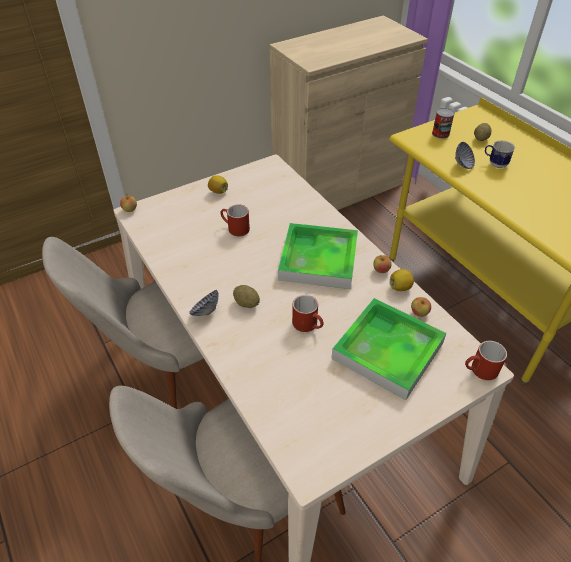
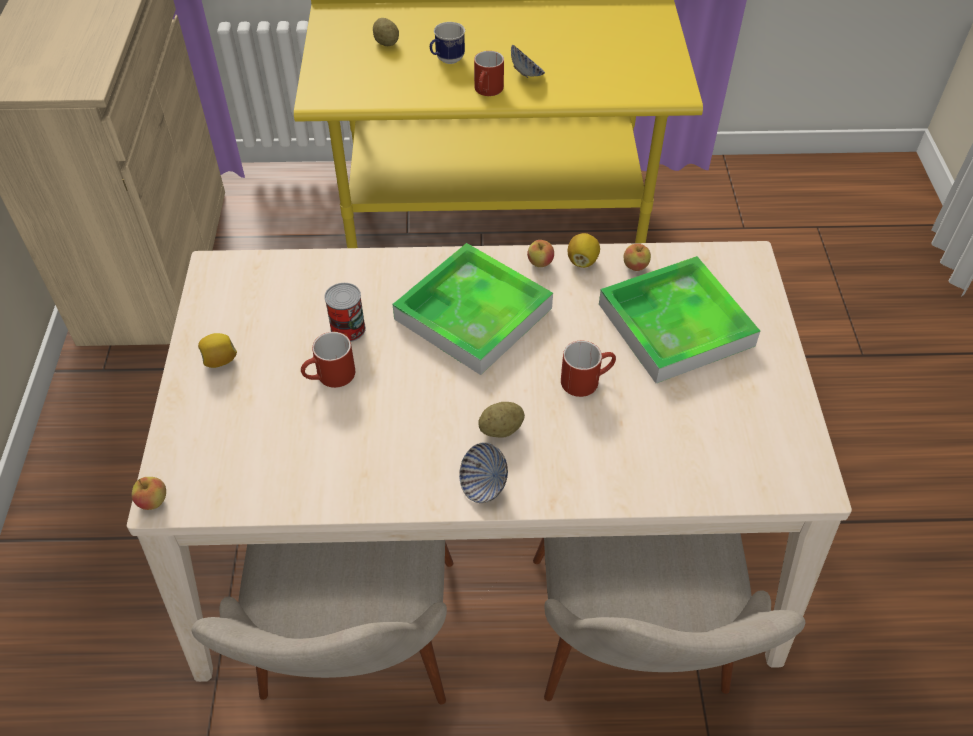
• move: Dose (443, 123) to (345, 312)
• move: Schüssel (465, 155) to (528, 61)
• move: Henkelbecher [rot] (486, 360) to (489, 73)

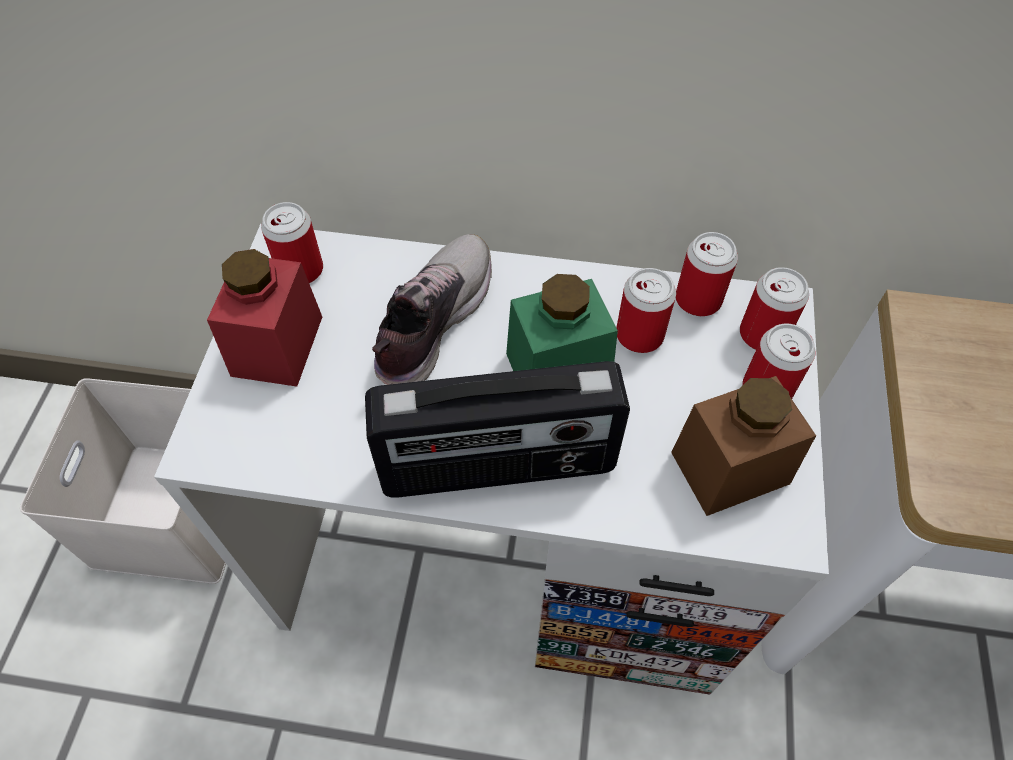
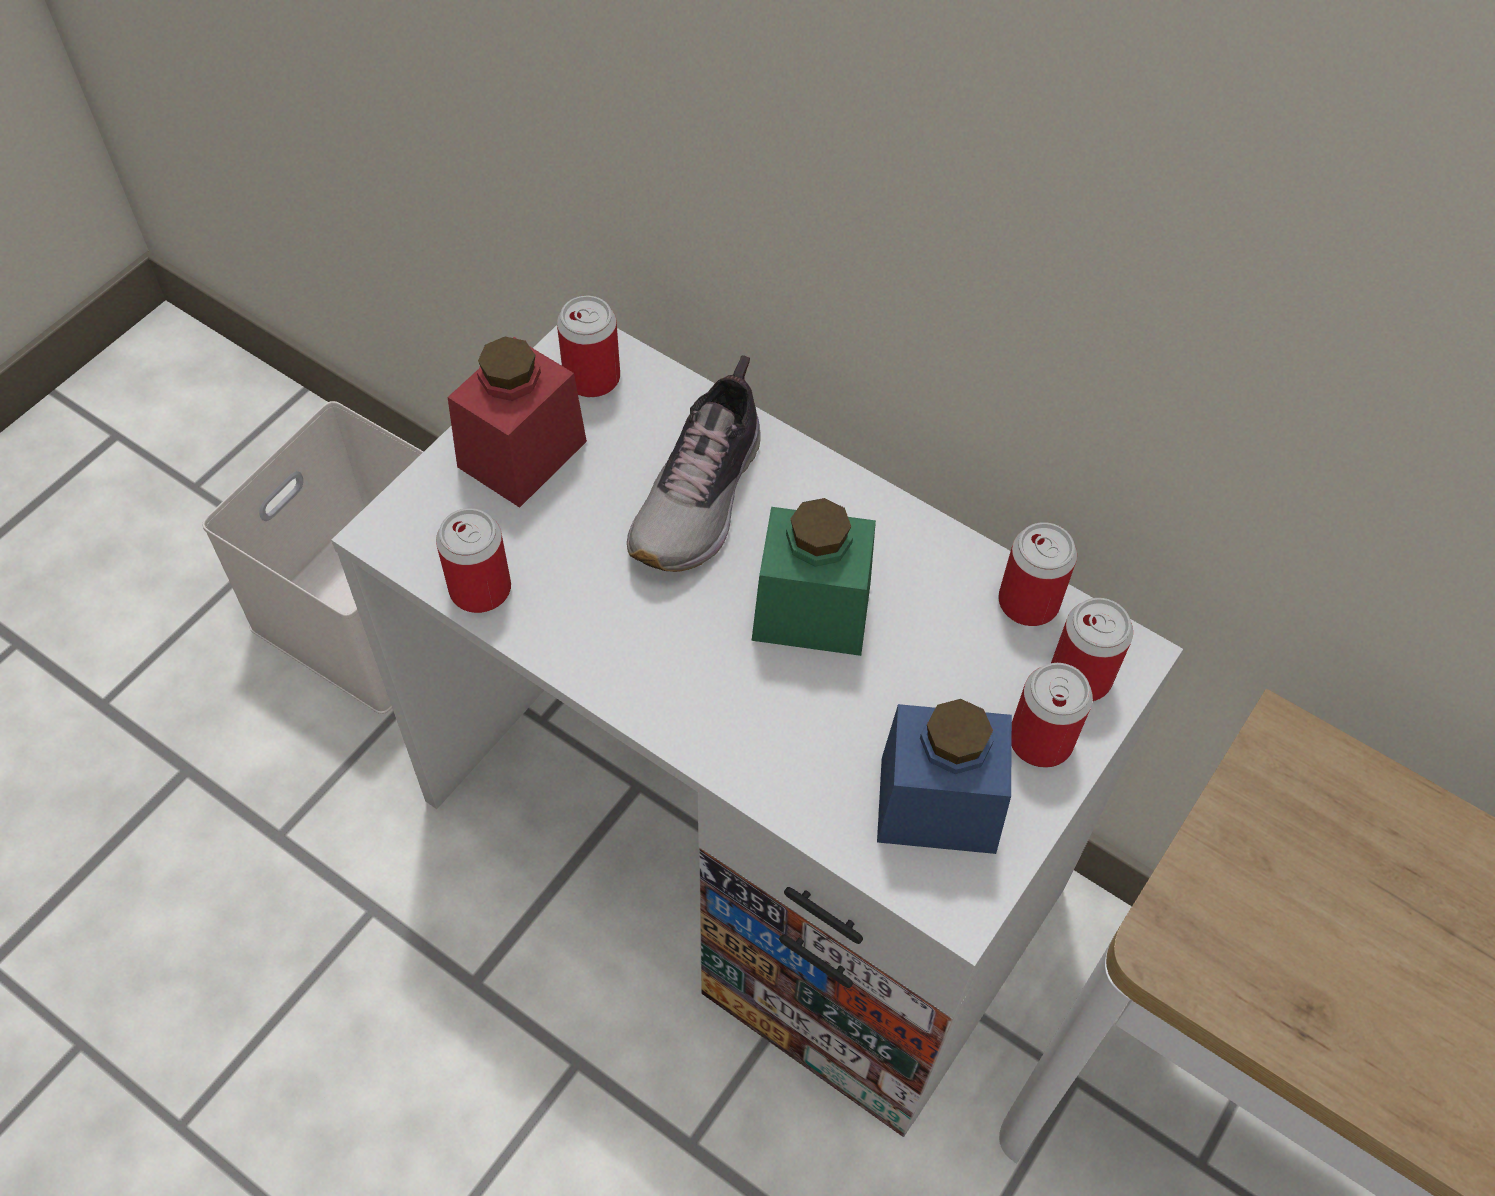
• rotate: Schuh (432, 309) = (694, 463) 150 degrees clockwise
• move: Dose (646, 310) to (473, 560)
• delete: Radio (497, 429)
• recolor: Vorratsglas [braun] (743, 446) to Vorratsglas [blau] (944, 776)

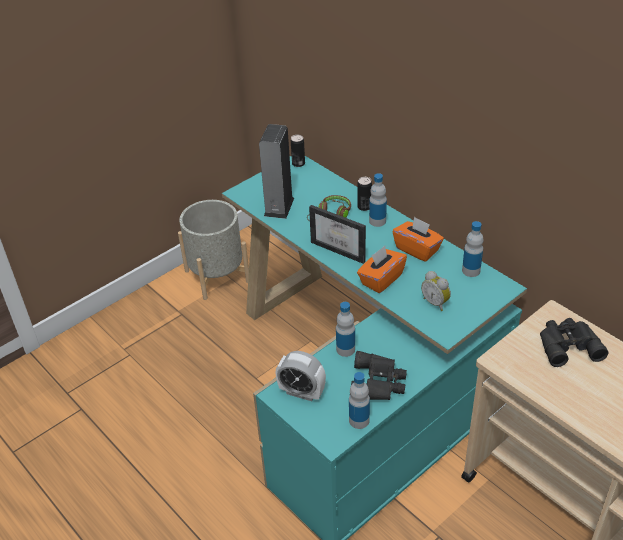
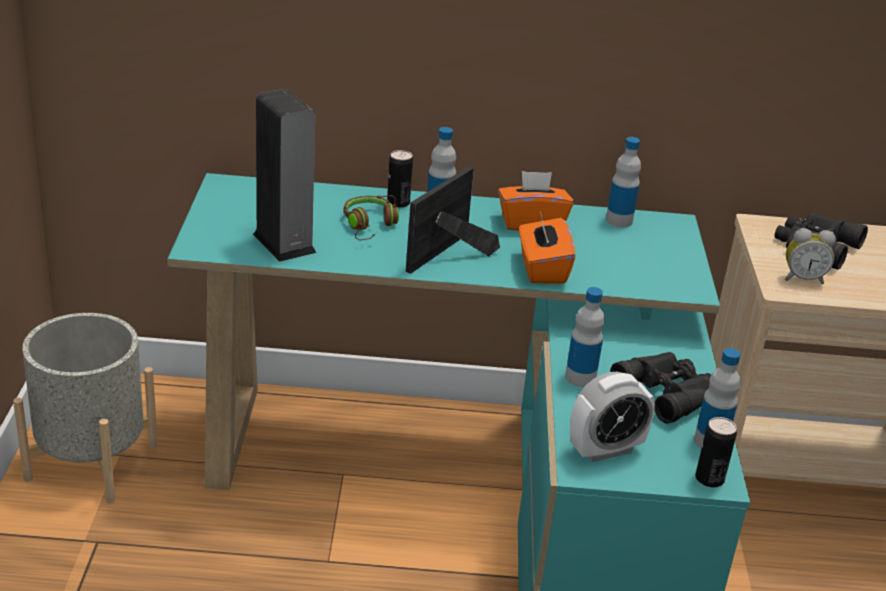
• move: Dose (298, 151) to (716, 452)
• rotate: Bilderrahmen (337, 234) = (453, 220) 135 degrees clockwise
• move: Wecker (436, 291) to (810, 256)

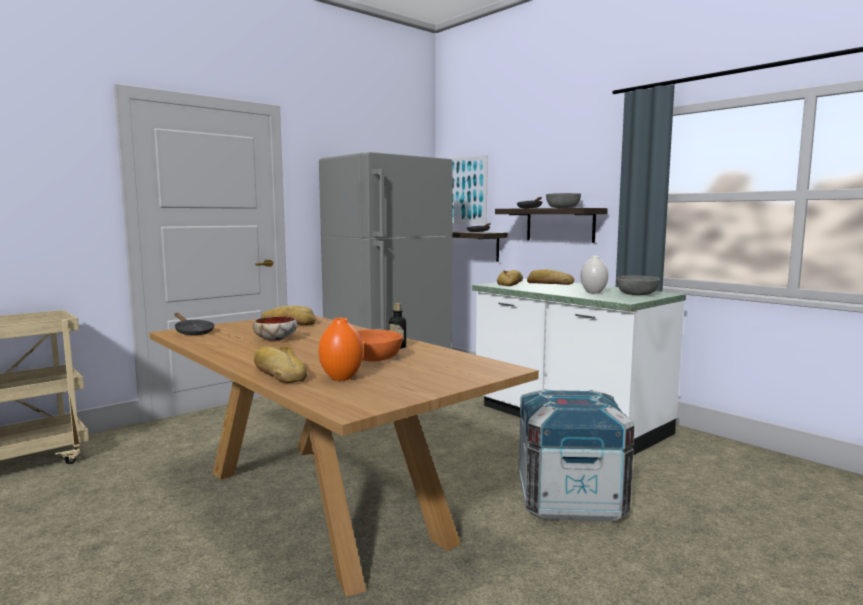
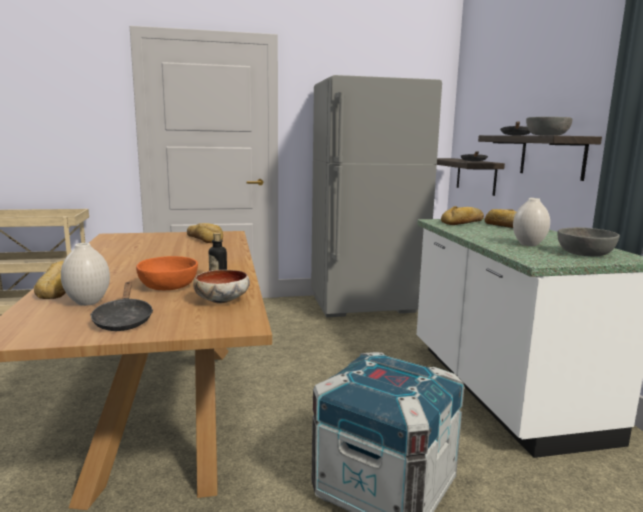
• delete: Bild (469, 189)
• move: Pfanne [schwarz] (194, 324) to (121, 306)
• move: Schüssel (275, 328) to (221, 286)
• recolor: Vase [orange] (340, 349) to Vase [weiß] (85, 274)

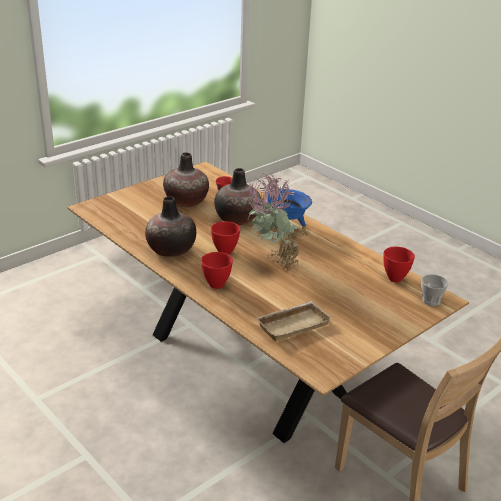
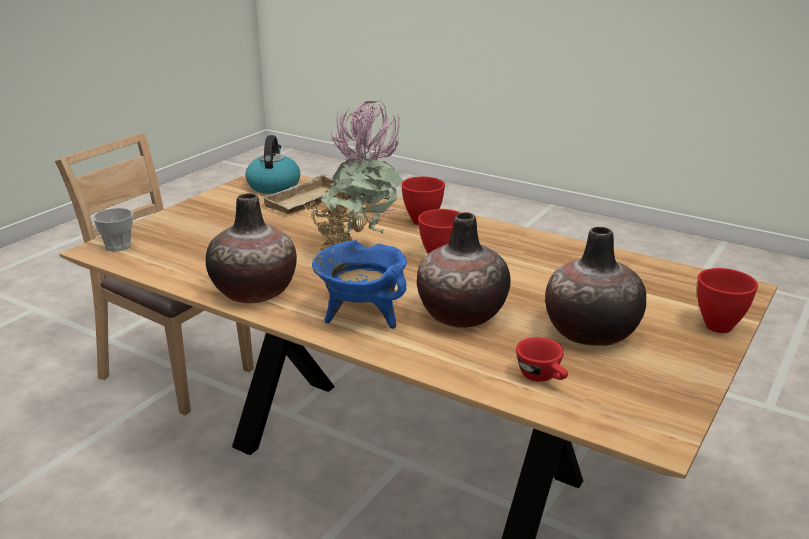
• move: Vase (170, 226) to (251, 248)
• move: Schüssel [rot] (399, 264) to (727, 300)
• insert: Wasserkessel (272, 164)

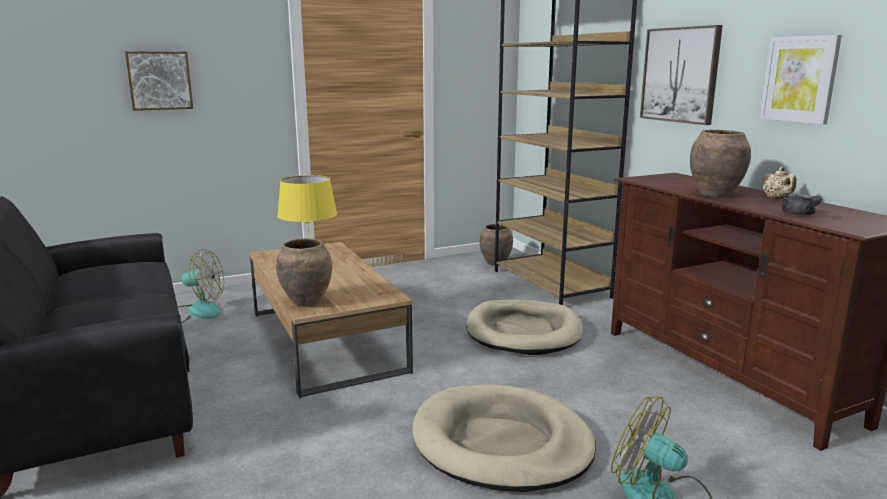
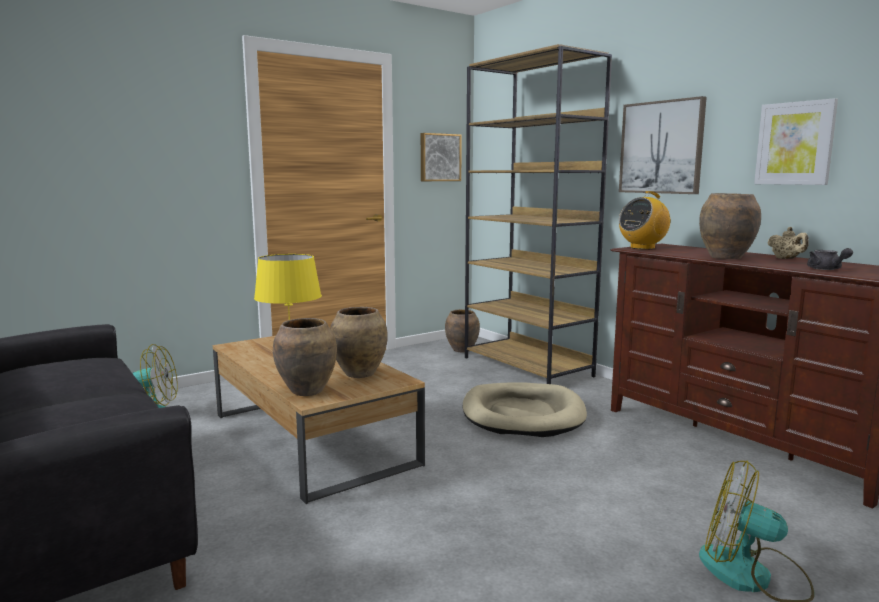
• move: Bild (159, 81) to (441, 157)
• delete: Hundebett [beige] (504, 438)
• insert: Radio (644, 220)
• insert: Vase [braun] (359, 342)

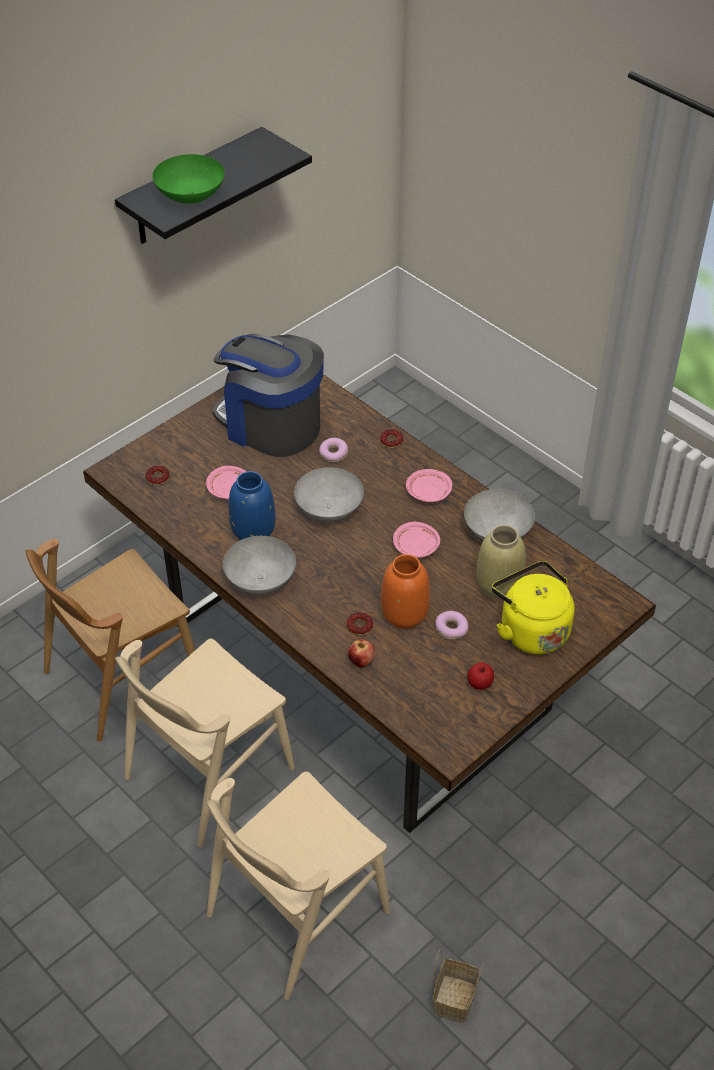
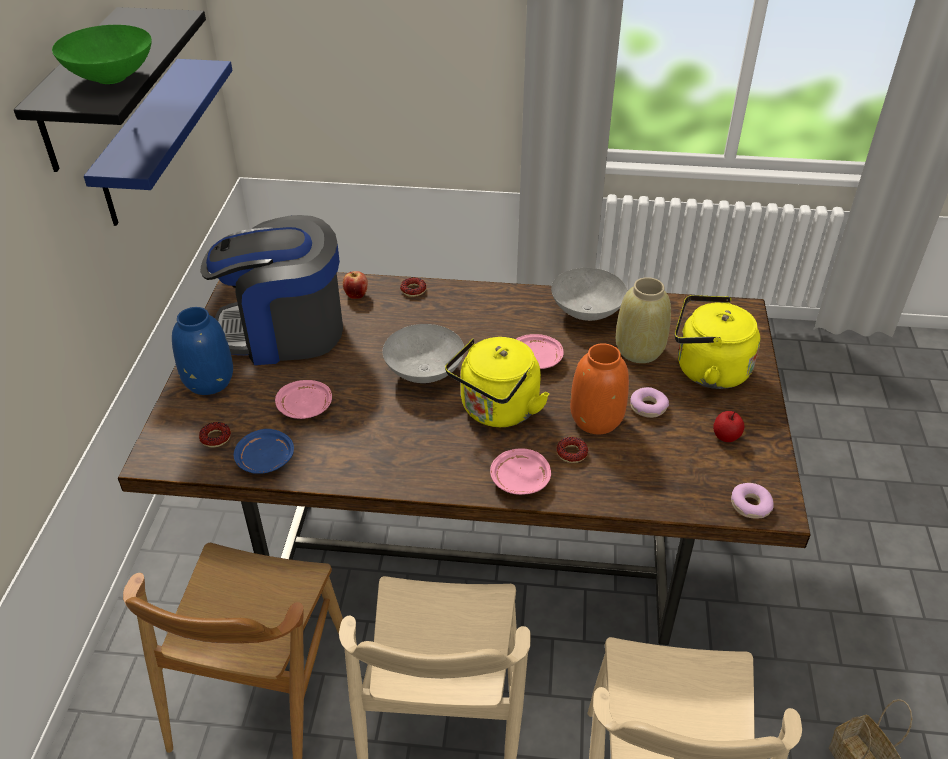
• move: Donut (333, 450) to (752, 501)
• move: Teller [rosa] (429, 485) to (520, 471)
• move: Vase [blau] (252, 505) to (202, 351)
• delete: Schüssel [grau] (259, 565)
• move: Apfel (361, 653) to (355, 285)
• insert: Wandregal [blau] (158, 142)
• insert: Wasserkessel [gelb] (497, 382)
• insert: Teller [blau] (264, 451)

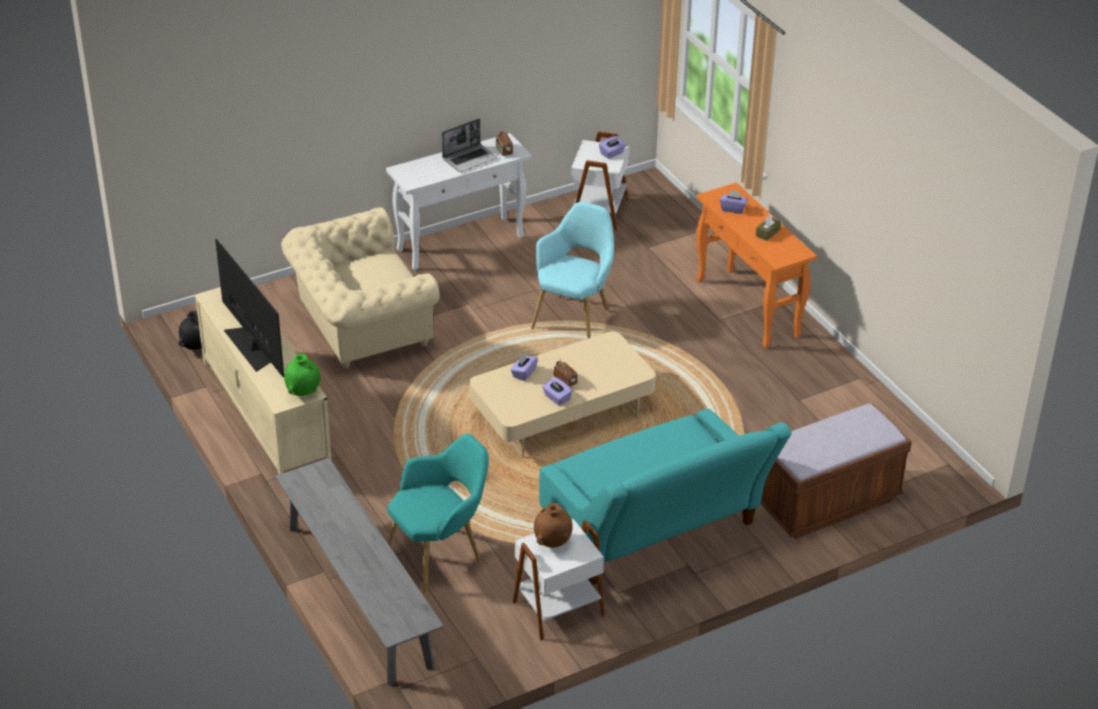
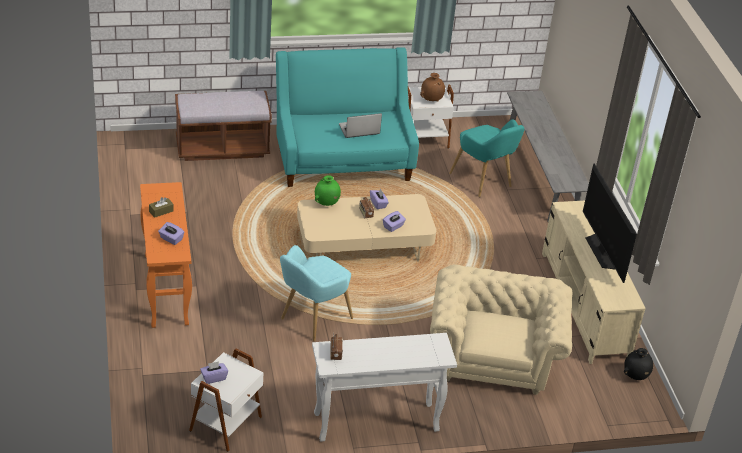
• move: Laptop (469, 145) to (360, 125)
• rotate: Sessel [beige] (360, 288) = (501, 329) 75 degrees counterclockwise
• move: Vase [grün] (302, 374) to (328, 190)
• rotate: Sessel [türkis] (438, 513) = (487, 158) 105 degrees counterclockwise

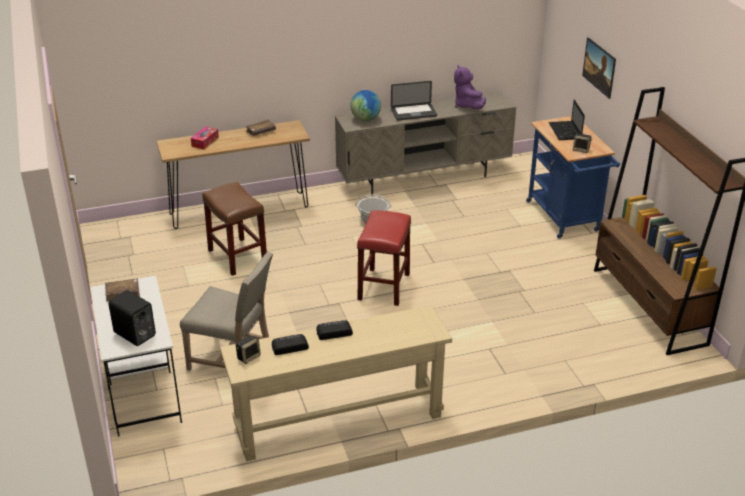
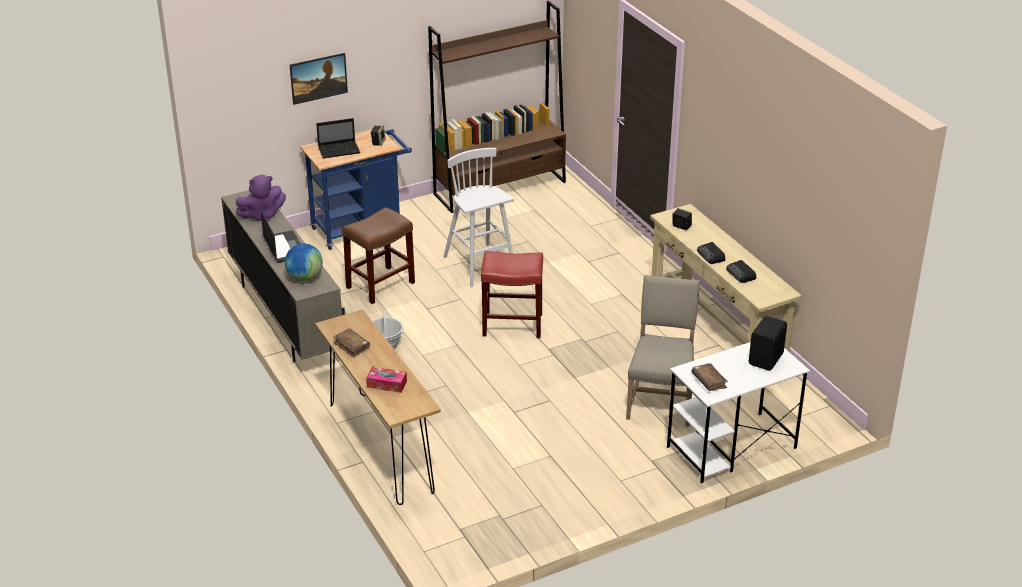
• move: Hocker [braun] (234, 229) to (378, 255)
• move: Lautsprecher (248, 349) to (682, 219)
• insert: Hocker [weiß] (478, 217)

